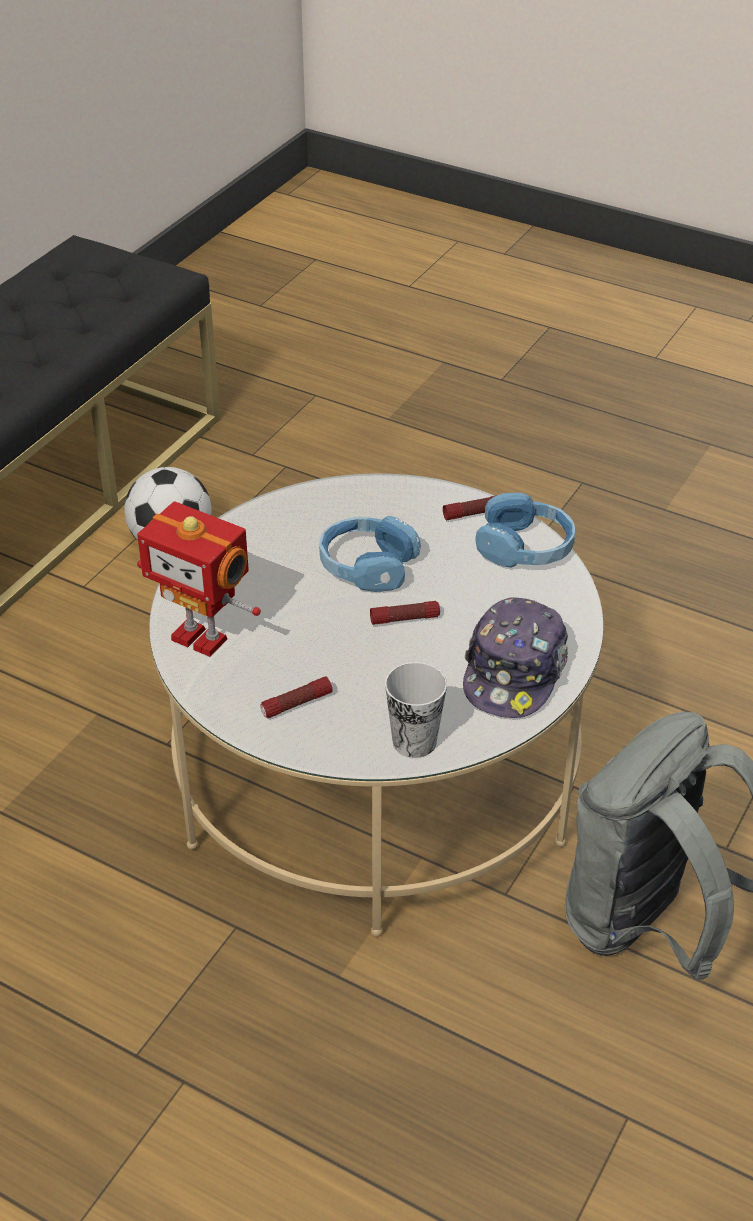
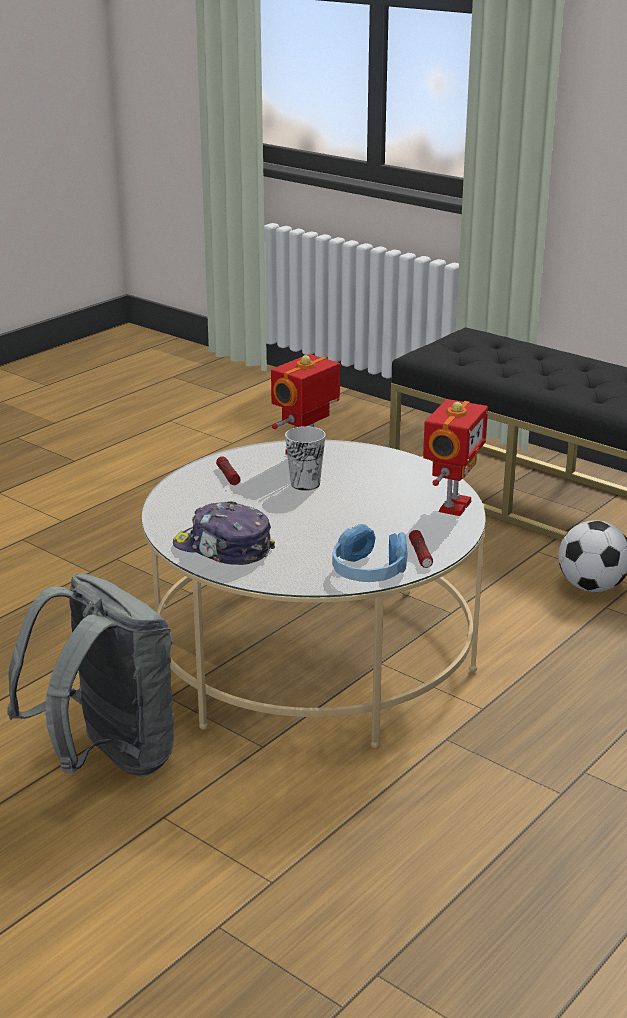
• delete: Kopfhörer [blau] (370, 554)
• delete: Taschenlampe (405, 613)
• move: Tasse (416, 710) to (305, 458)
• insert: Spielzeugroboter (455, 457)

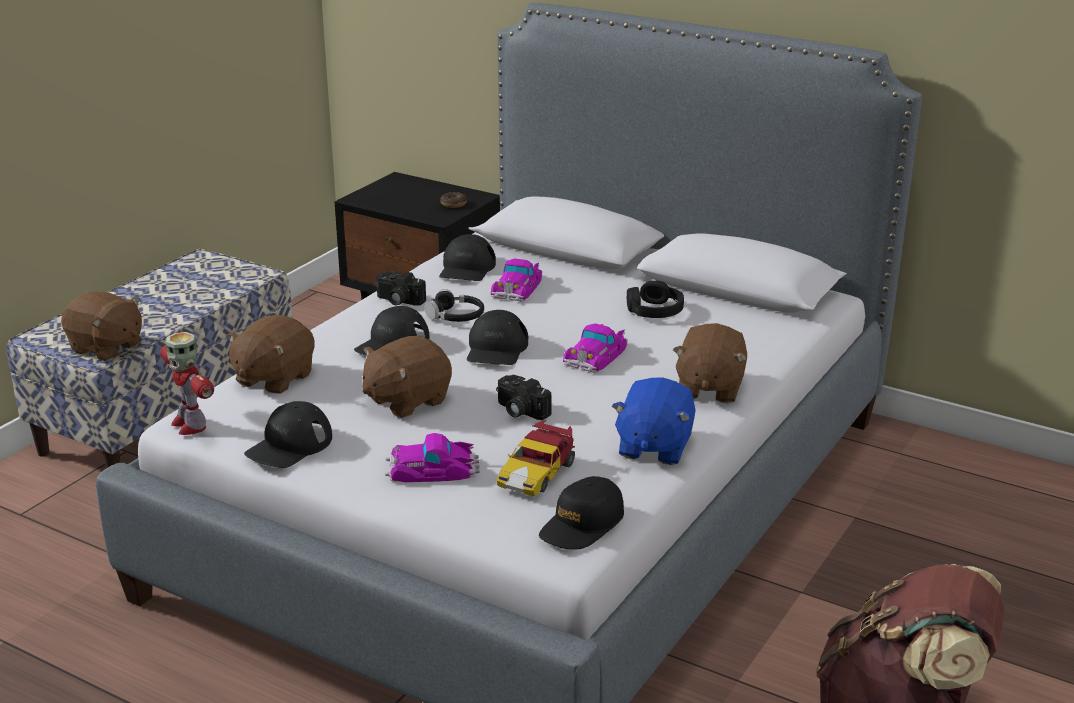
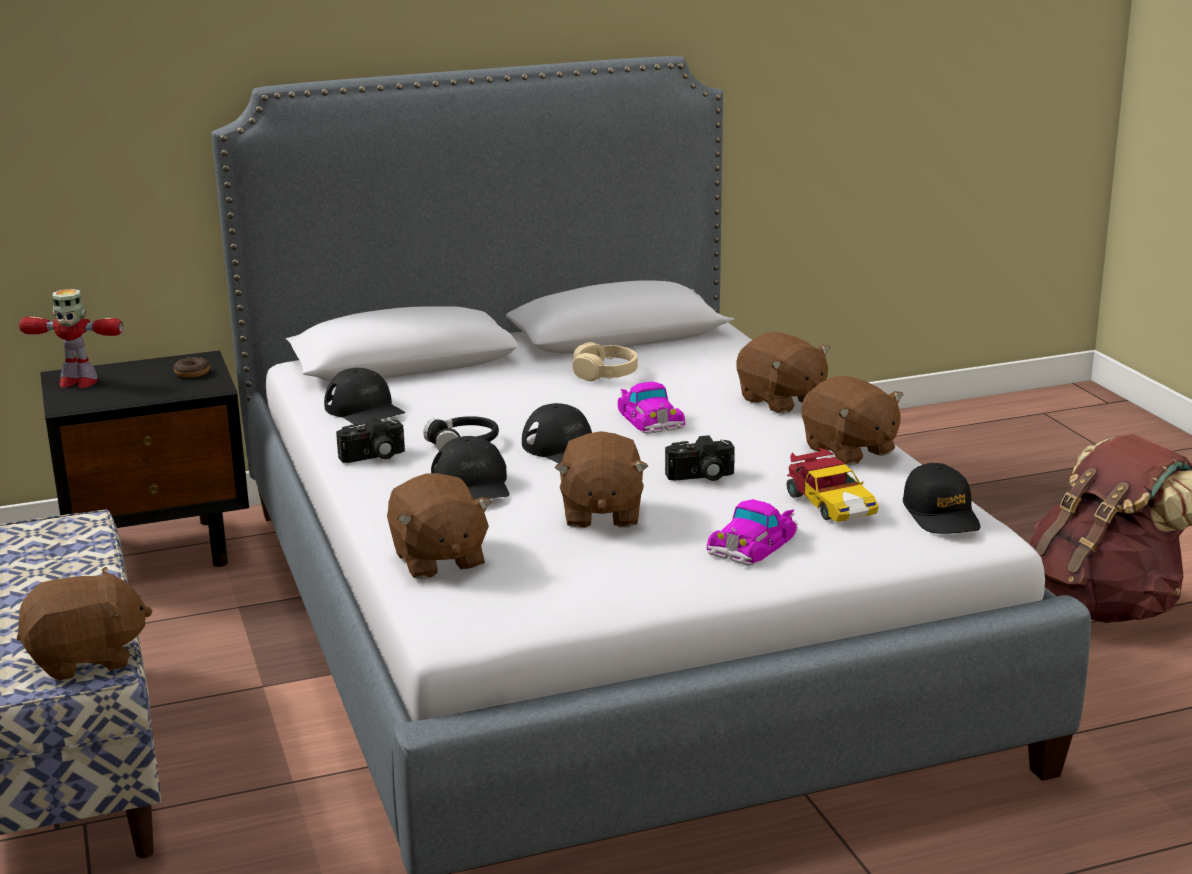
• delete: Spielzeugauto (516, 279)
• recolor: Kopfhörer [schwarz] (655, 299) to Kopfhörer [beige] (605, 361)
• move: Spielzeugroboter (187, 383) to (71, 338)
• recolor: Plüschtier [blau] (654, 421) to Plüschtier [braun] (852, 420)
• delete: Kappe [schwarz] (288, 434)

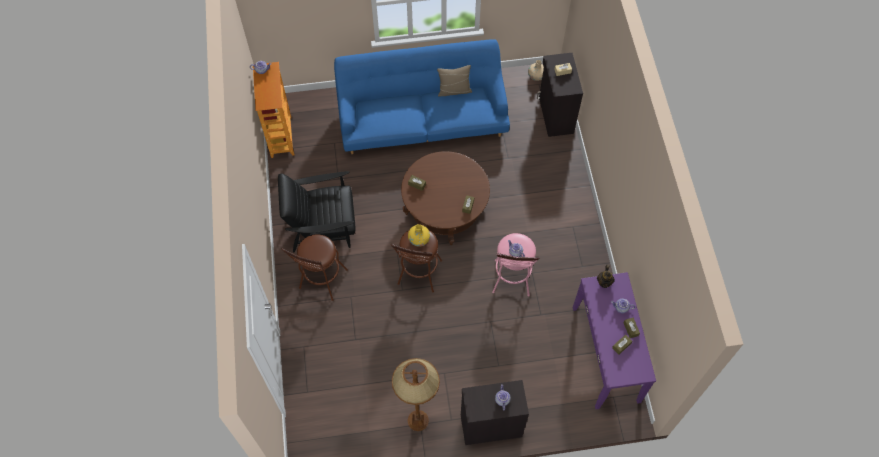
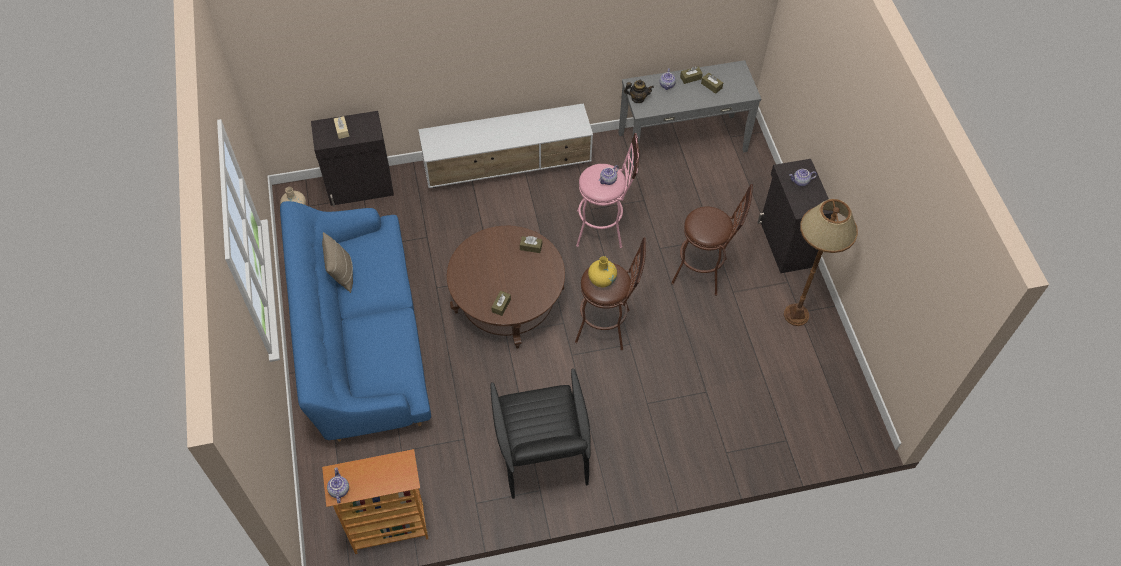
• move: Hocker [braun] (314, 267) to (712, 240)
• recolor: Konsolentisch [lila] (614, 340) to Konsolentisch [grau] (690, 115)
• insert: Fernsehschrank [weiß] (505, 145)

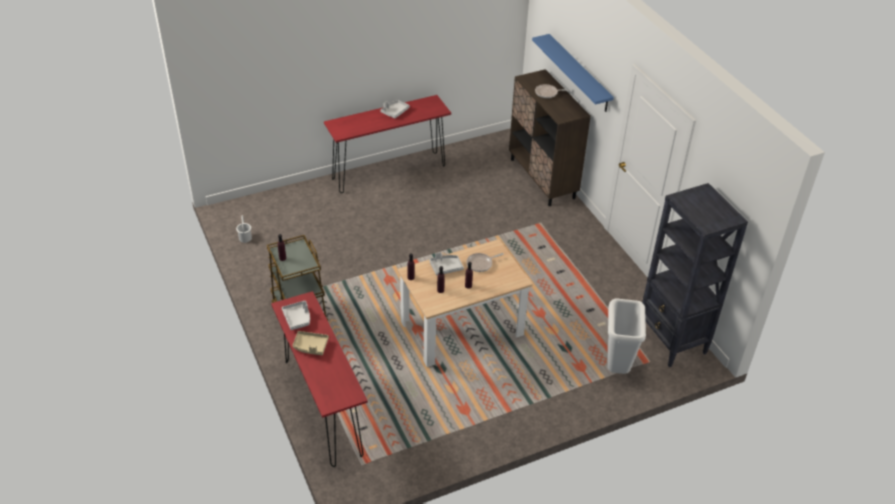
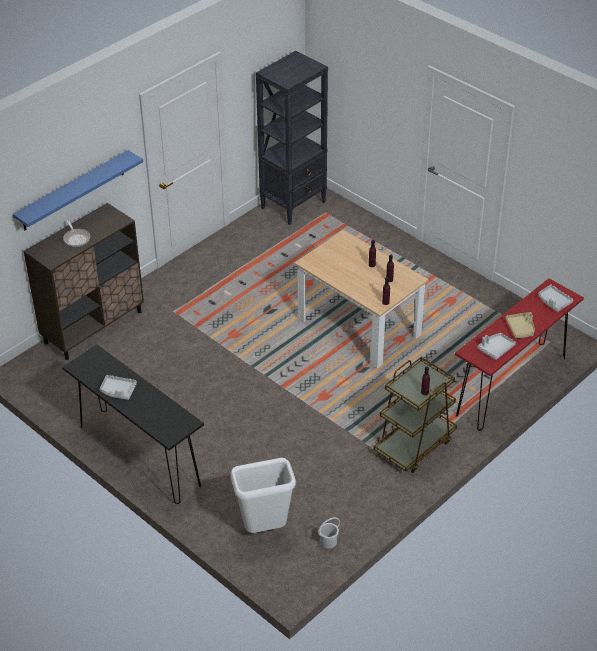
• recolor: Konsolentisch [rot] (387, 144) to Konsolentisch [schwarz] (133, 424)
• move: Tablett [grau] (446, 264) to (555, 298)
• delete: Pfanne (485, 262)
• move: Mülleimer [weiß] (626, 336) to (263, 495)

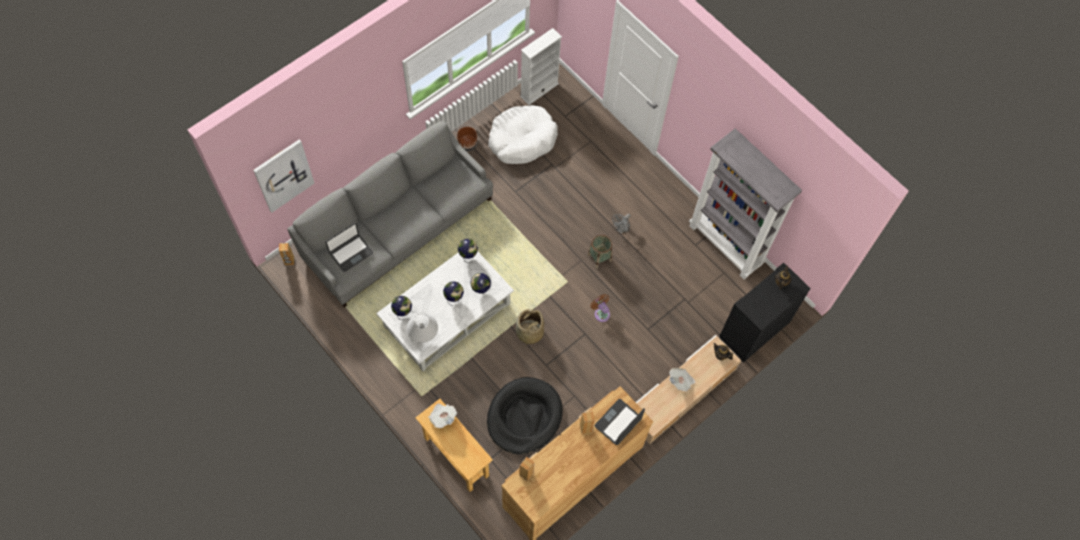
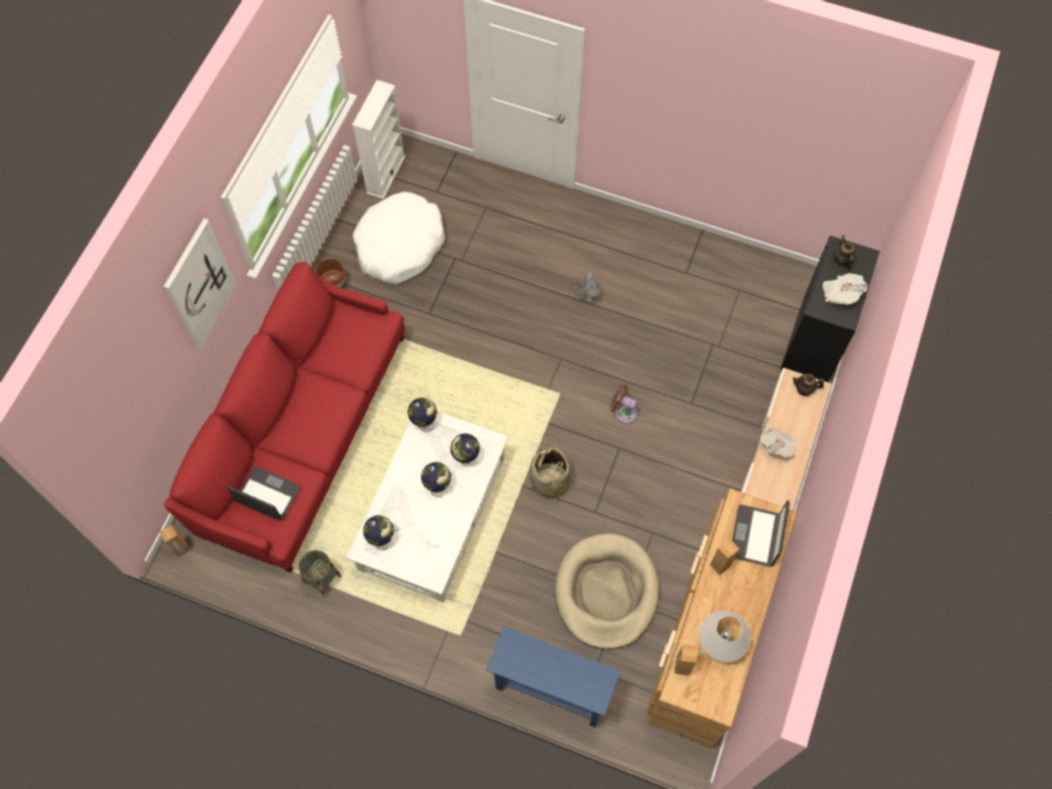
• recolor: Sofa [grau] (390, 214) to Sofa [rot] (284, 417)
• delete: Bücherregal [grau] (745, 203)
• move: Bild (284, 176) to (200, 283)
• rotate: Laptop (349, 247) = (263, 494) 90 degrees counterclockwise
• move: Korb (599, 252) to (320, 574)
• move: Tischlampe [weiß] (422, 328) to (725, 636)
• recolor: Hundebett [schwarz] (525, 416) to Hundebett [beige] (607, 591)
• recolor: Konsolentisch [beige] (454, 445) to Konsolentisch [blau] (553, 677)
• move: Zeitung (442, 415) to (845, 289)

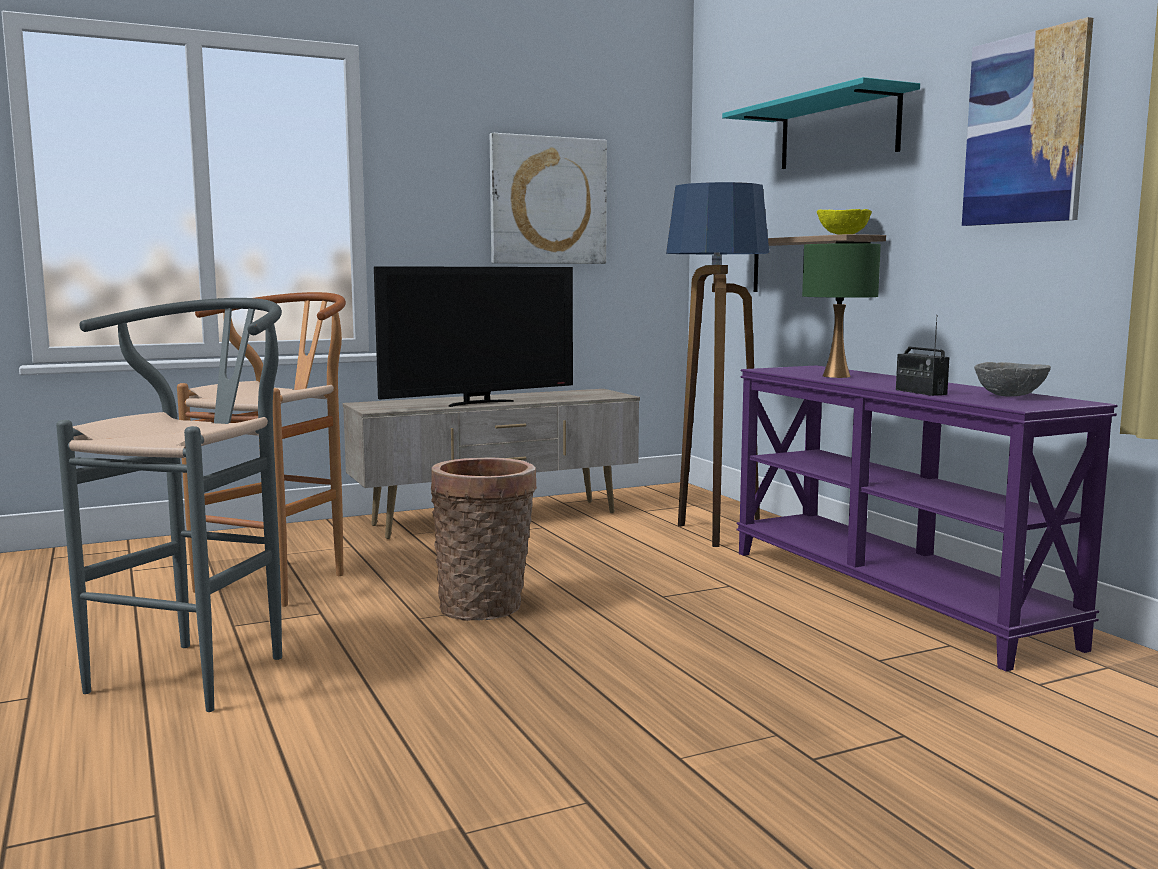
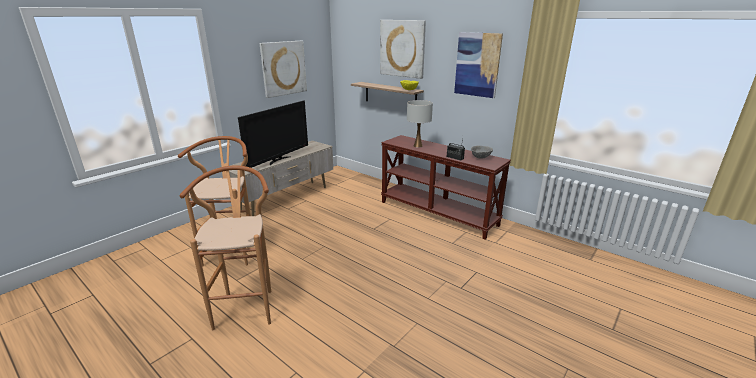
• replace: Wandregal [türkis] (821, 123) to Bild (403, 49)
• delete: Stehlampe (717, 364)
• recolor: Tischlampe [grün] (841, 310) to Tischlampe [weiß] (420, 124)
• recolor: Hocker [grau] (169, 505) to Hocker [braun] (225, 247)
• recolor: Konsolentisch [lila] (926, 518) to Konsolentisch [braun] (446, 187)
• delete: Korb (484, 539)

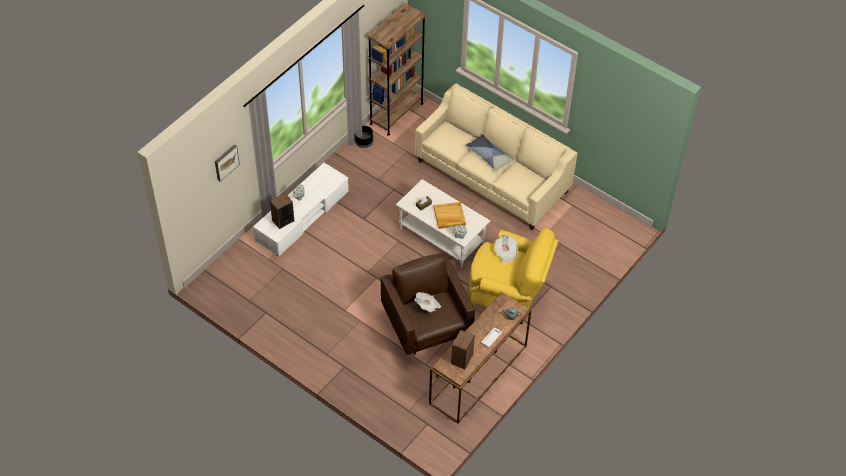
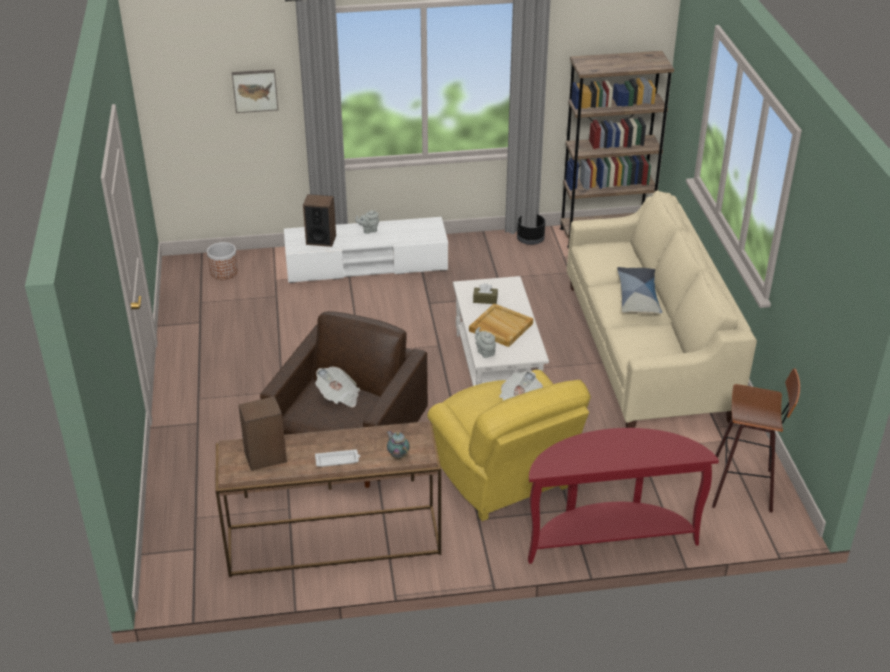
• insert: Pflanzkübel (222, 260)
• insert: Hocker (756, 440)
• insert: Konsolentisch [rot] (623, 496)

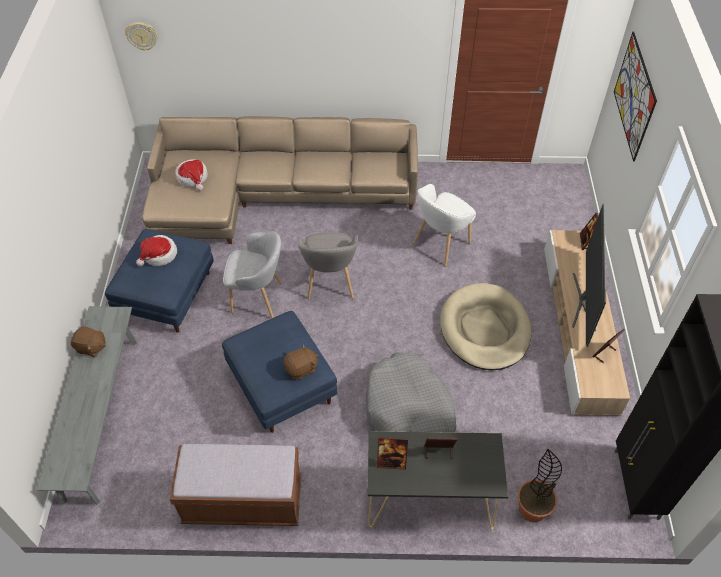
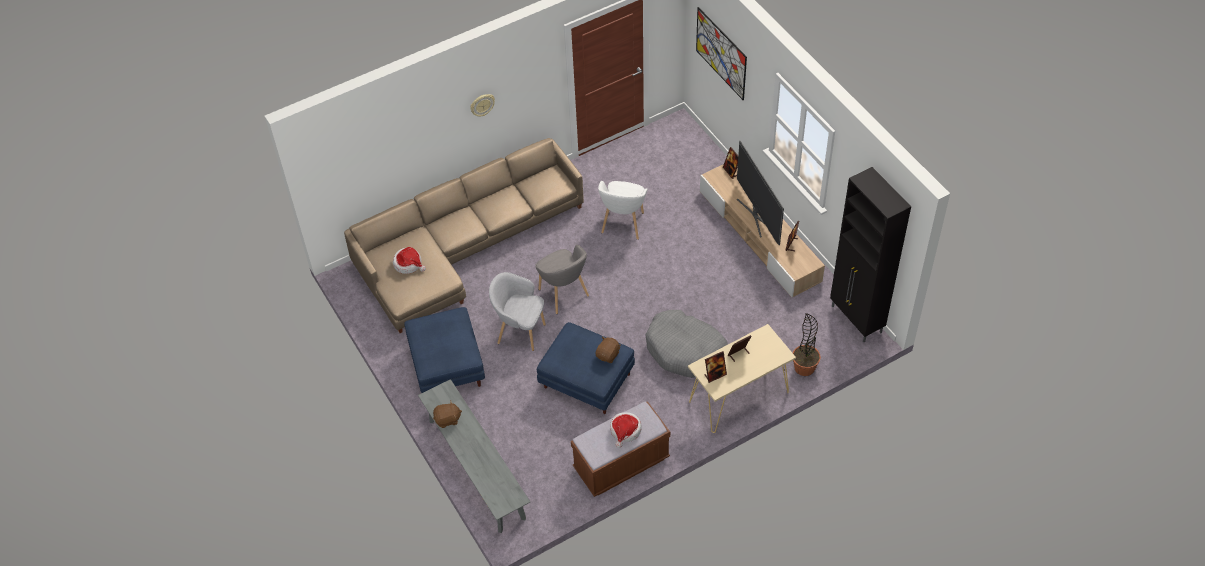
• move: Wanduhr (141, 36) to (482, 105)
• rotate: Sessel [grau] (252, 275) = (517, 311) 135 degrees counterclockwise
• move: Hut (156, 250) to (626, 430)
• delete: Hundebett [beige] (485, 326)
• recolor: Konsolentisch [schwarz] (438, 480) to Konsolentisch [beige] (742, 378)

